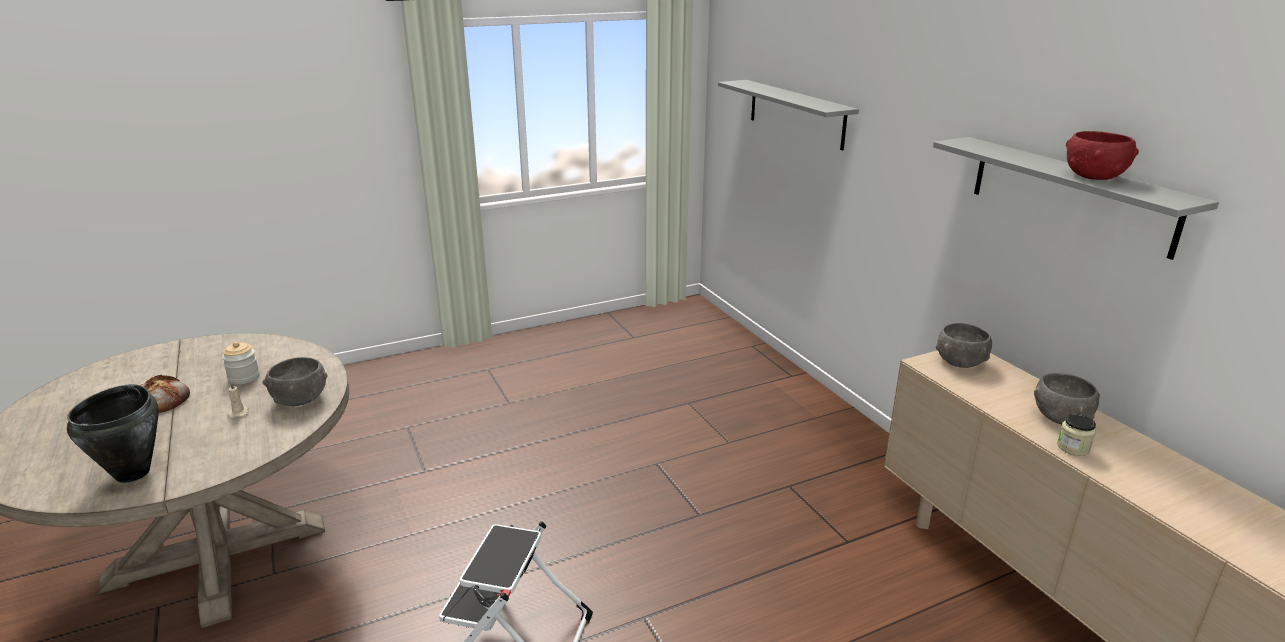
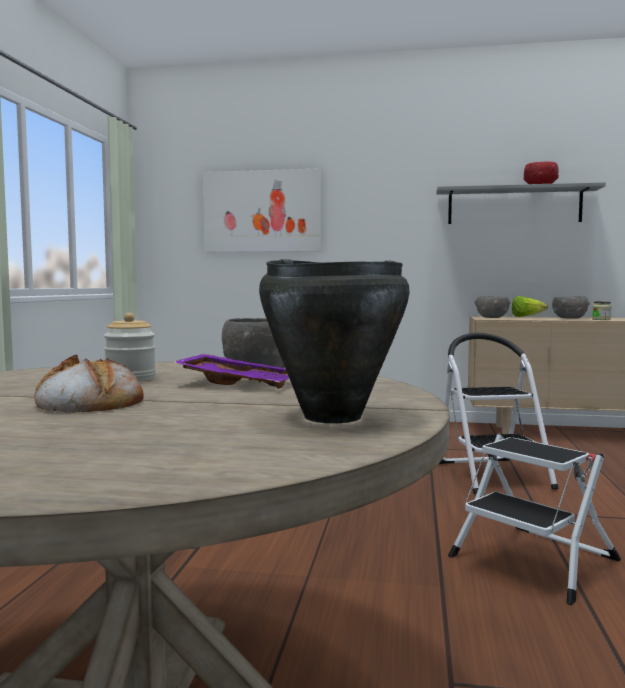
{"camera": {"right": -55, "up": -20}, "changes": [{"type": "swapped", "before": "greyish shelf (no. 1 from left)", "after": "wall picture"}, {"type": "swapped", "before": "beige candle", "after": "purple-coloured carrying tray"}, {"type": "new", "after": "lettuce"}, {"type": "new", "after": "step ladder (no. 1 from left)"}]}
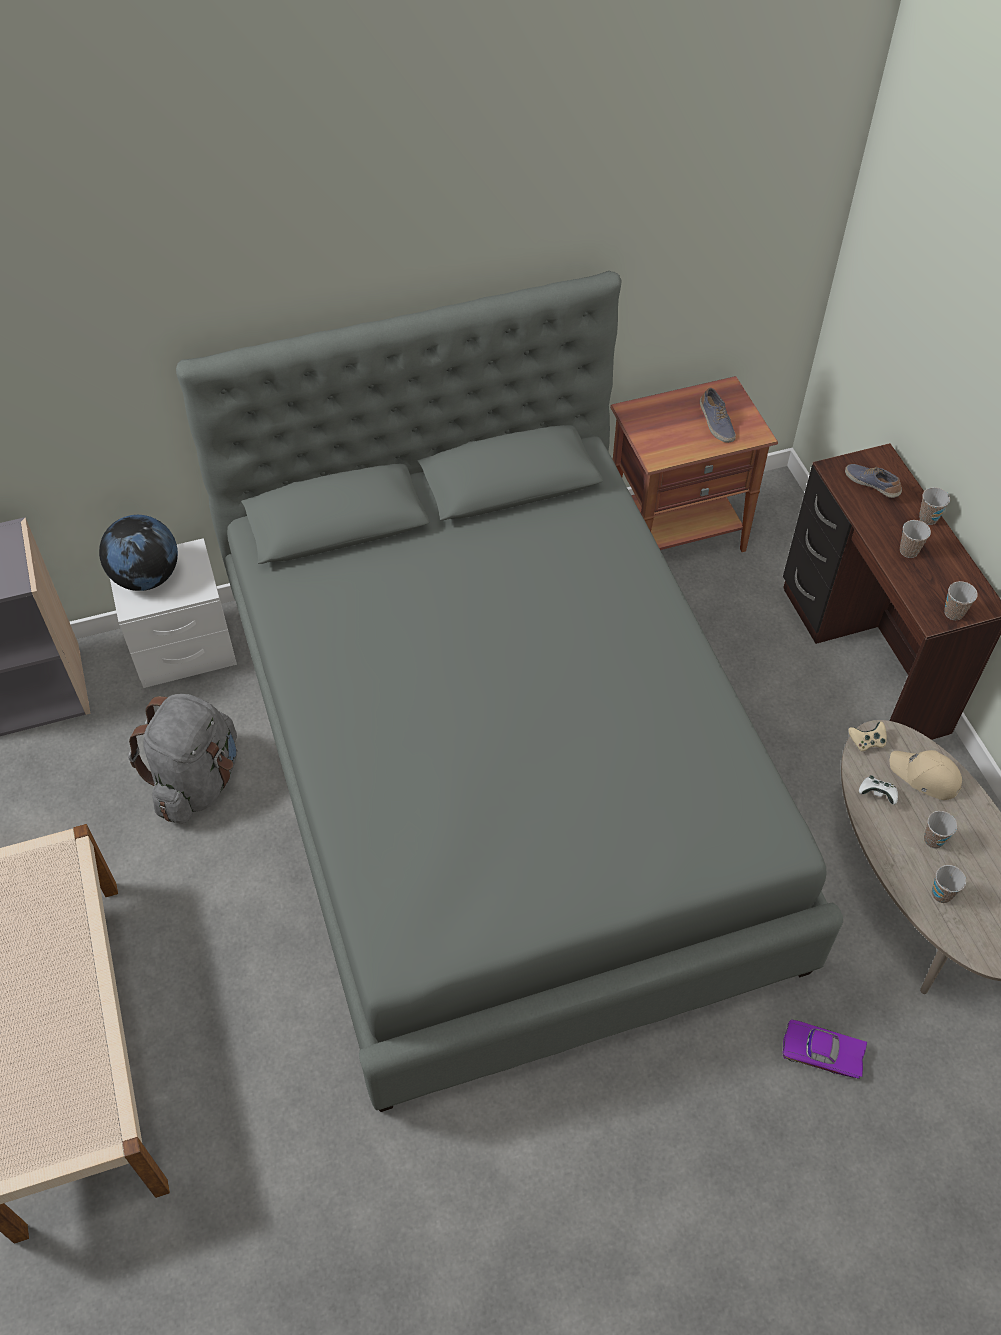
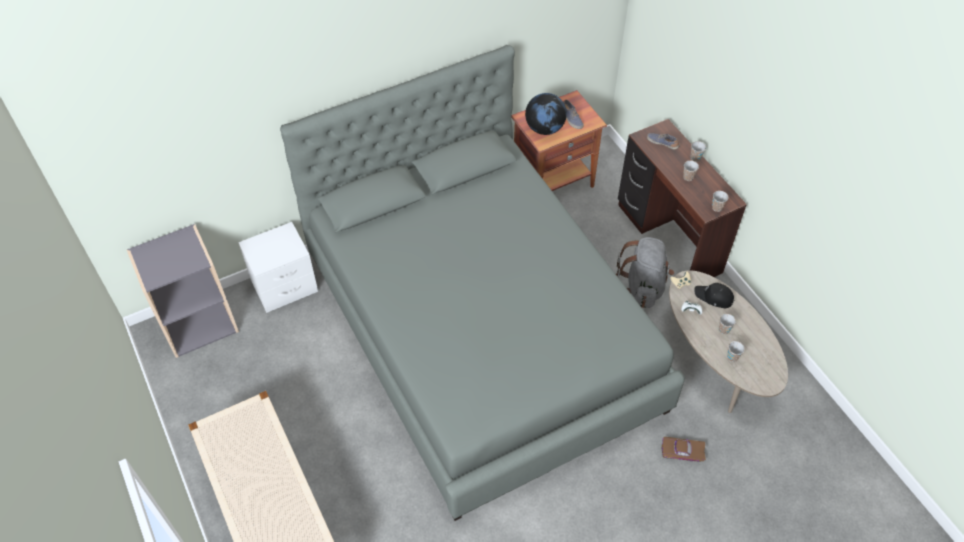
{"camera": {"right": -10, "up": 0}, "changes": [{"type": "shifted", "before": "world globe"}, {"type": "shifted", "before": "greyish knapsack"}, {"type": "repainted", "before": "beige cap", "after": "black-coloured cap"}, {"type": "repainted", "before": "purple-coloured model car", "after": "brownish model car"}]}
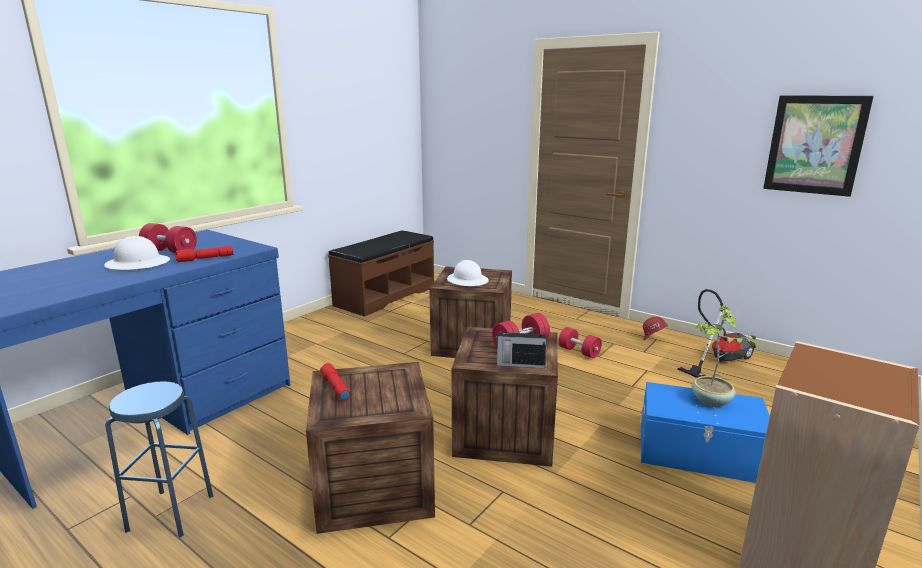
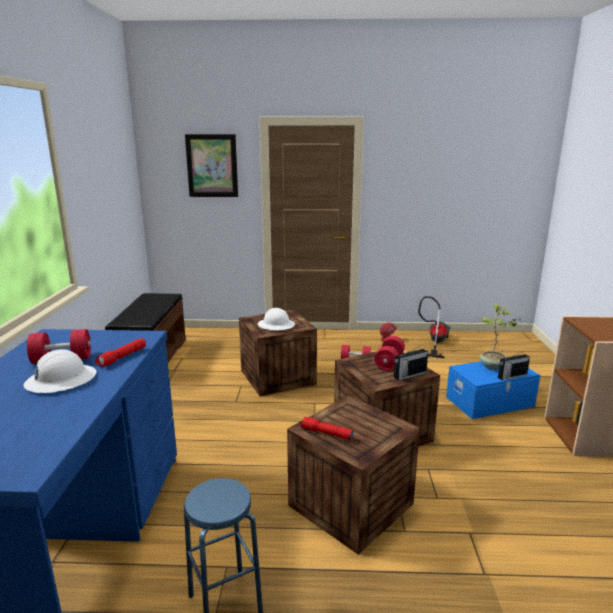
{"camera": {"right": -35, "up": 0}, "changes": [{"type": "shifted", "before": "wall picture"}, {"type": "new", "after": "radio receiver (no. 2 from left)"}]}
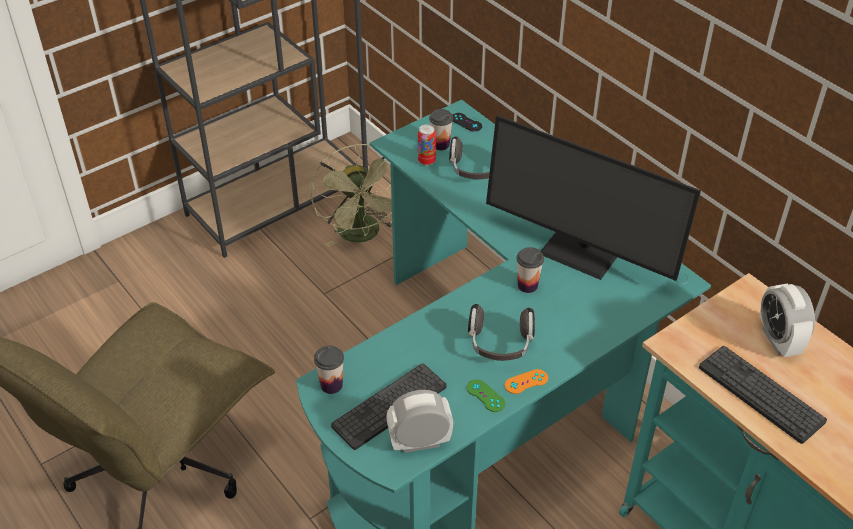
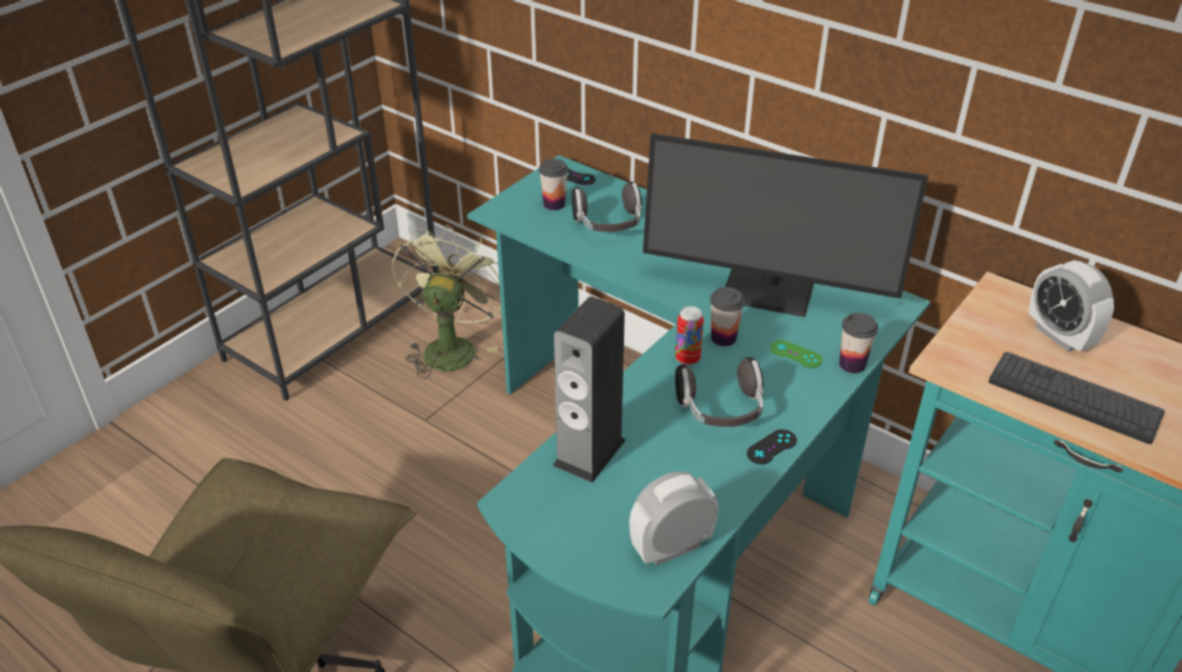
{"camera": {"right": -15, "up": -5}, "changes": [{"type": "shifted", "before": "metal can"}, {"type": "rotated", "before": "green electric fan", "turn": -135}, {"type": "shifted", "before": "cup (no. 1 from left in the first image)", "after": "cup (no. 3 from left)"}, {"type": "gone", "before": "computer keyboard (no. 1 from left)"}, {"type": "repainted", "before": "orange-coloured game controller", "after": "black-coloured game controller (no. 2 from left)"}, {"type": "shifted", "before": "green game controller"}, {"type": "new", "after": "speaker"}]}
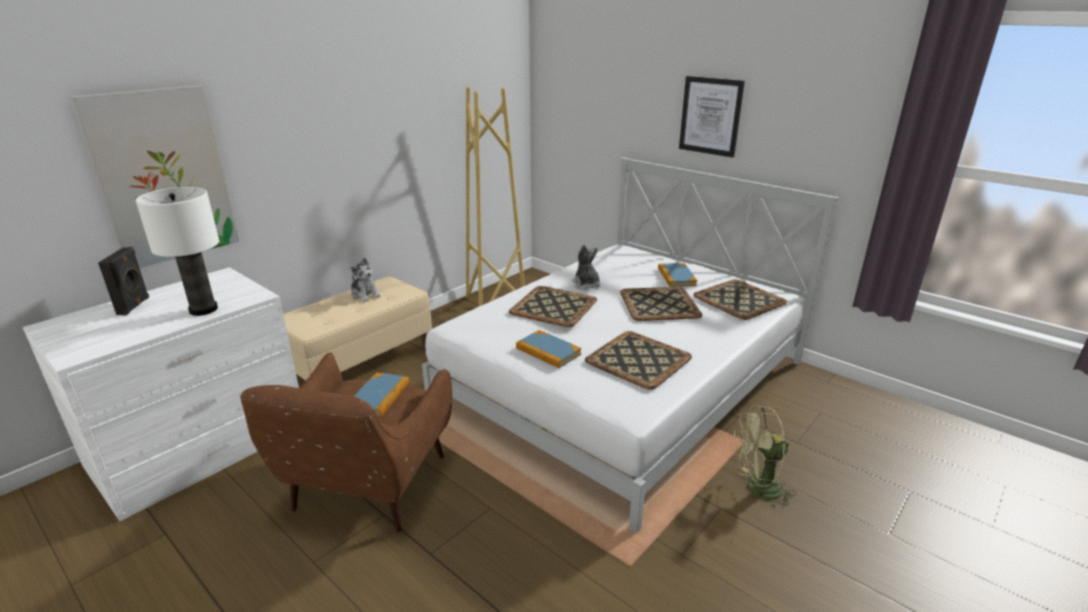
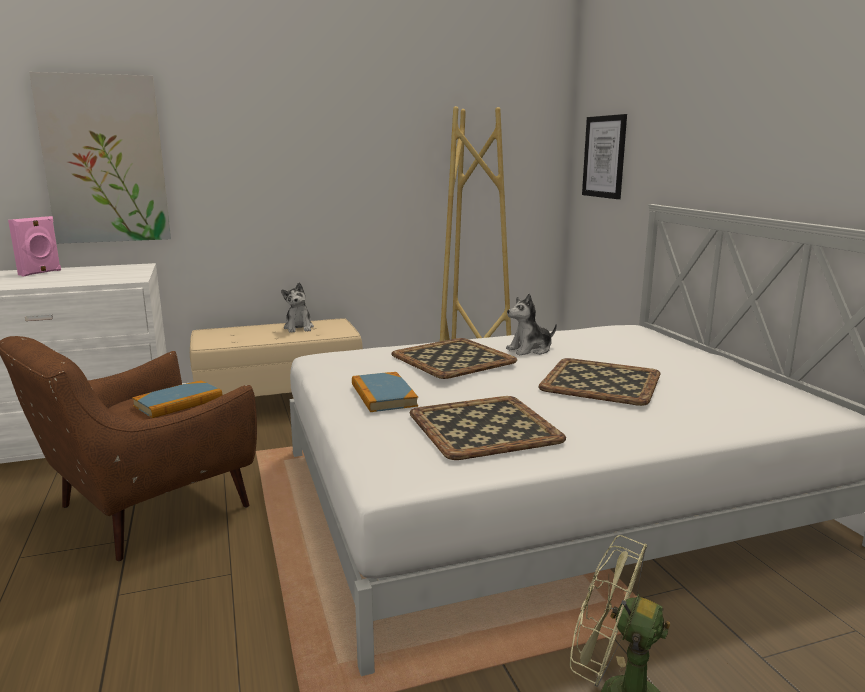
{"camera": {"right": 30, "up": -10}, "changes": [{"type": "shifted", "before": "wall picture (no. 2 from left)"}, {"type": "gone", "before": "white-coloured tabletop lamp"}, {"type": "rotated", "before": "soft toy (no. 2 from left)", "turn": -120}, {"type": "repainted", "before": "black-coloured speaker", "after": "pink speaker"}, {"type": "gone", "before": "book (no. 3 from left)"}, {"type": "gone", "before": "carrying tray (no. 4 from left)"}]}
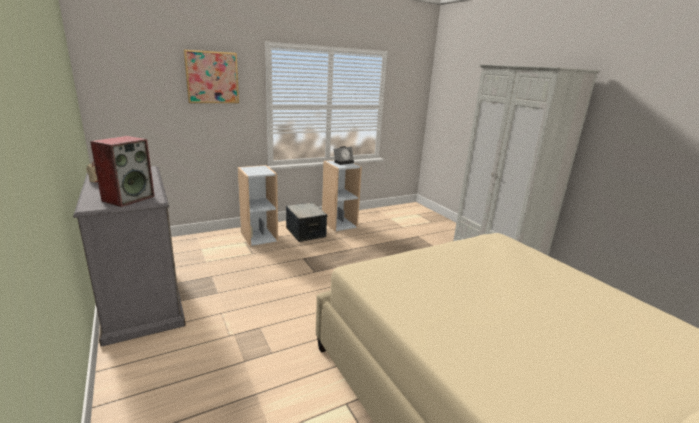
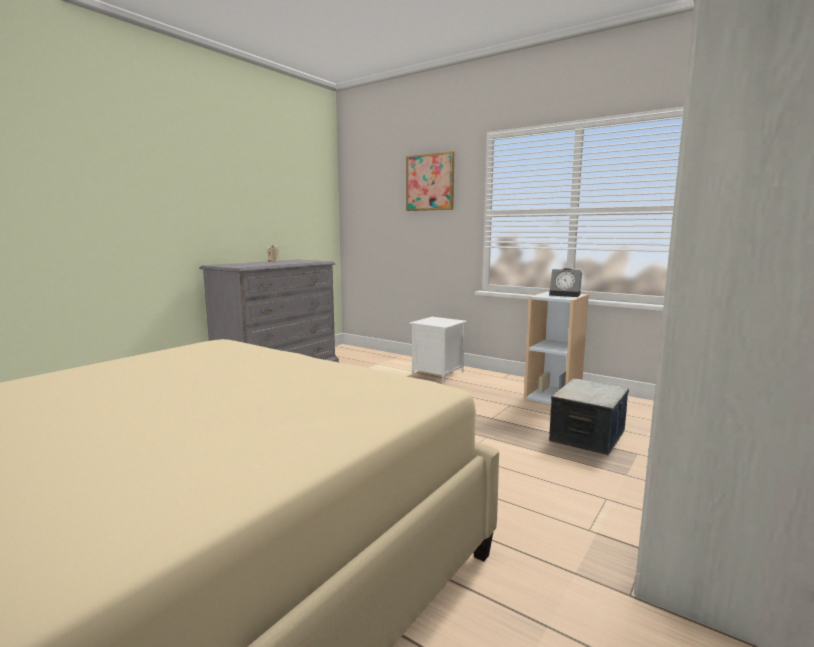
{"camera": {"right": 65, "up": -10}, "changes": [{"type": "gone", "before": "speaker"}, {"type": "swapped", "before": "bookcase (no. 1 from left)", "after": "white-coloured bedside table"}, {"type": "shifted", "before": "storage box"}]}
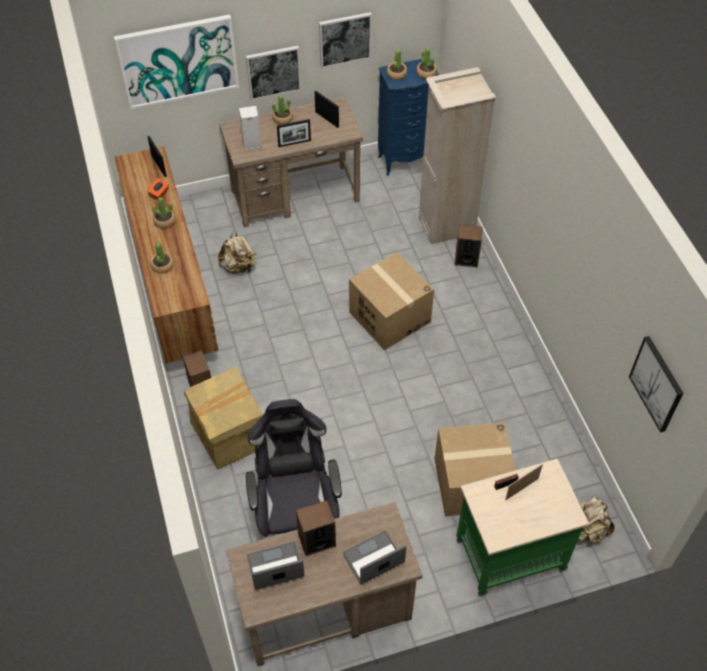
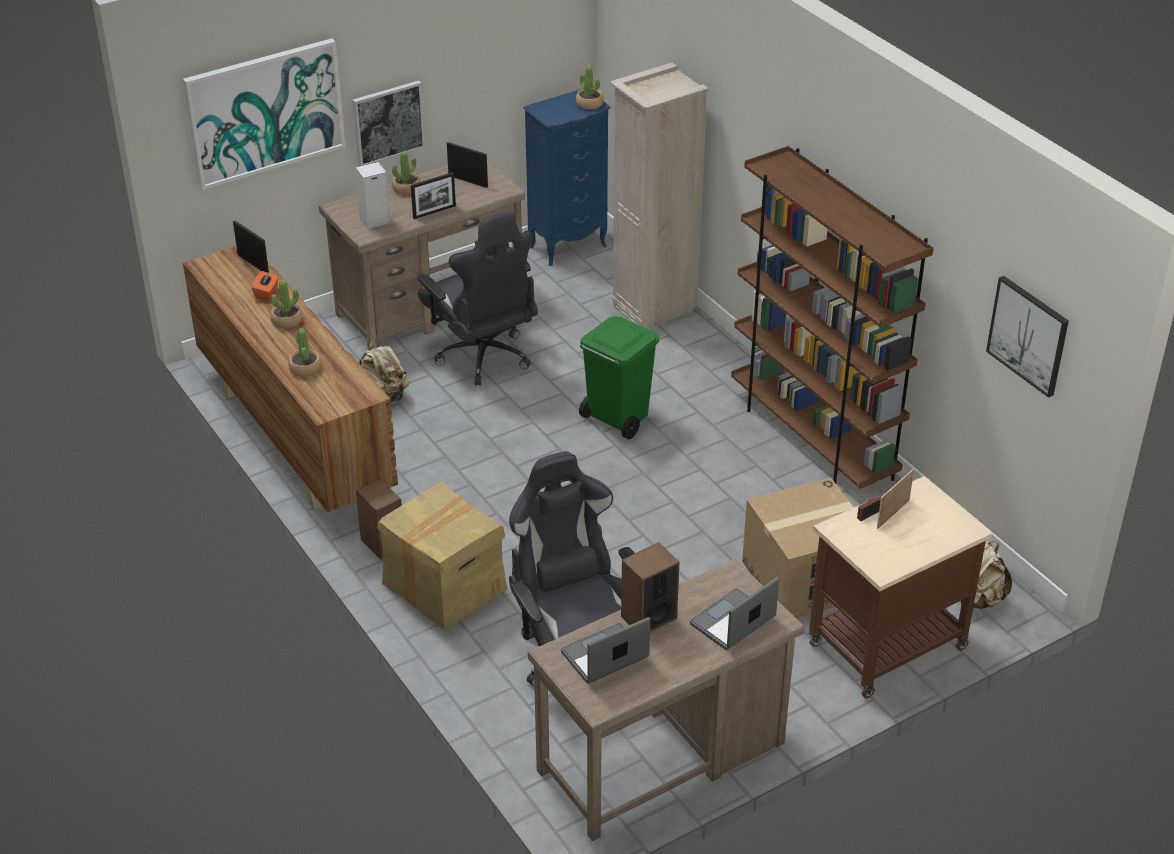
{"camera": {"right": -15, "up": -15}, "changes": [{"type": "gone", "before": "wall picture (no. 3 from left)"}, {"type": "gone", "before": "potted plant (no. 4 from left)"}, {"type": "gone", "before": "speaker (no. 4 from left)"}, {"type": "swapped", "before": "carton (no. 2 from left)", "after": "green waste bin"}, {"type": "repainted", "before": "green cart", "after": "brownish cart"}, {"type": "new", "after": "brownish bookcase"}, {"type": "new", "after": "black-coloured desk chair (no. 1 from left)"}]}
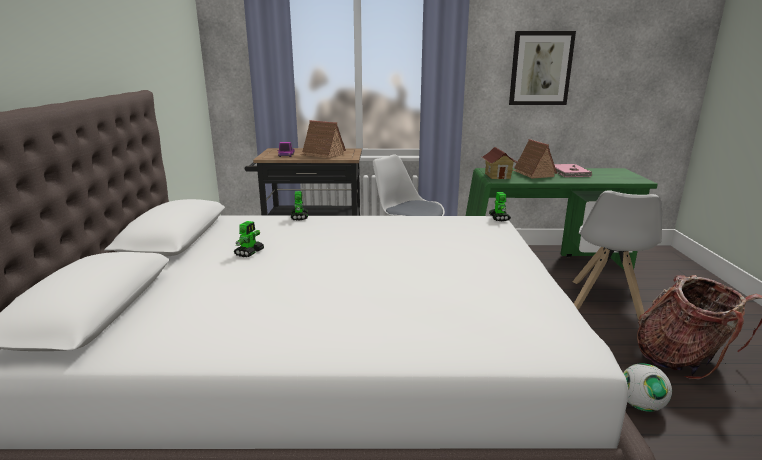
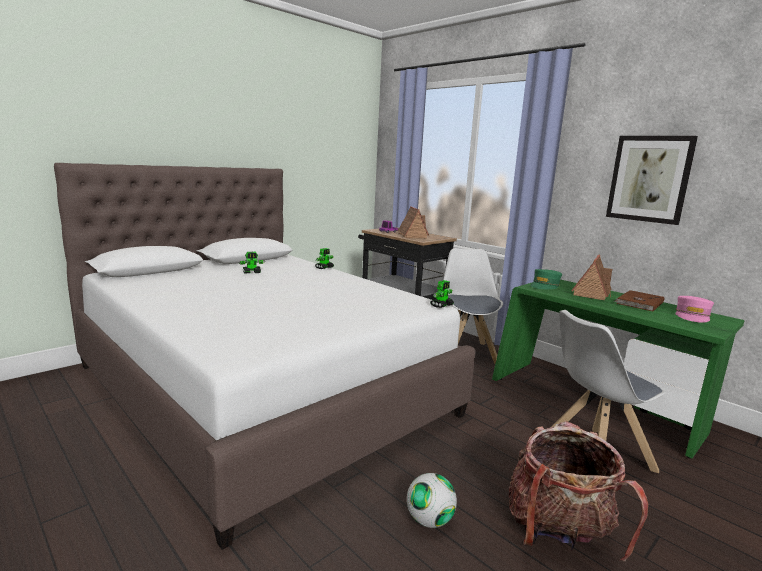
{"camera": {"right": 45, "up": -5}, "changes": [{"type": "swapped", "before": "miniature house (no. 2 from left)", "after": "green cap"}, {"type": "repainted", "before": "pink book", "after": "brownish book"}, {"type": "new", "after": "pink cap"}]}
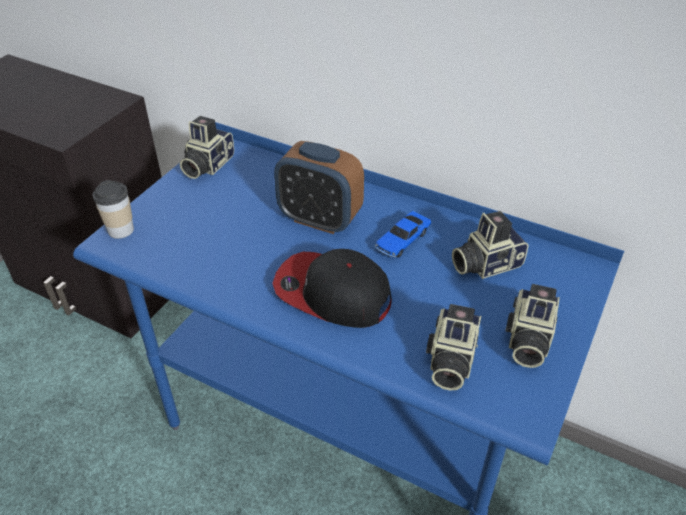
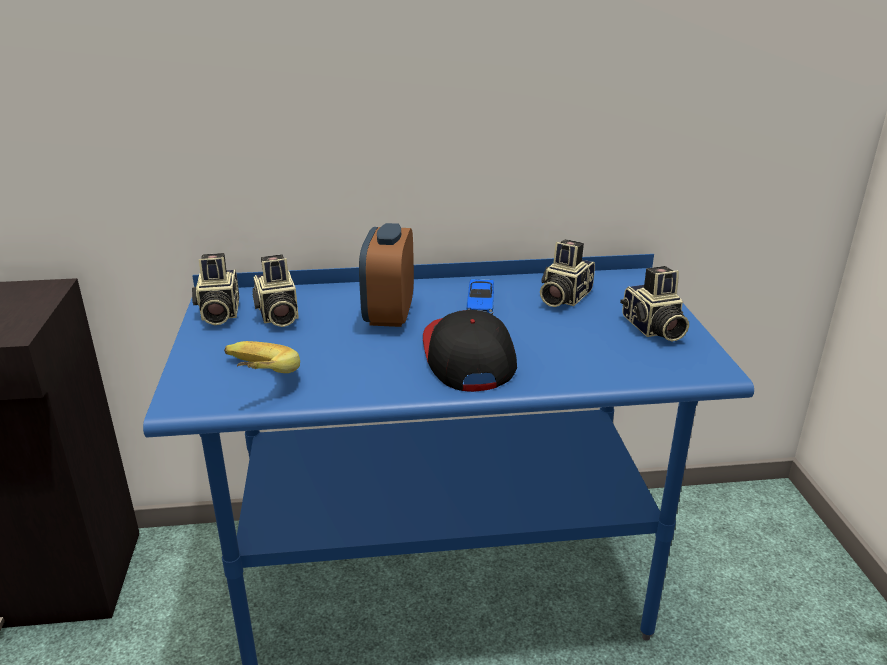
{"camera": {"right": -35, "up": -15}, "changes": [{"type": "rotated", "before": "bedside clock", "turn": 105}, {"type": "gone", "before": "cup"}, {"type": "rotated", "before": "cap", "turn": 90}, {"type": "shifted", "before": "photo camera (no. 2 from left)"}, {"type": "new", "after": "whole banana"}]}
